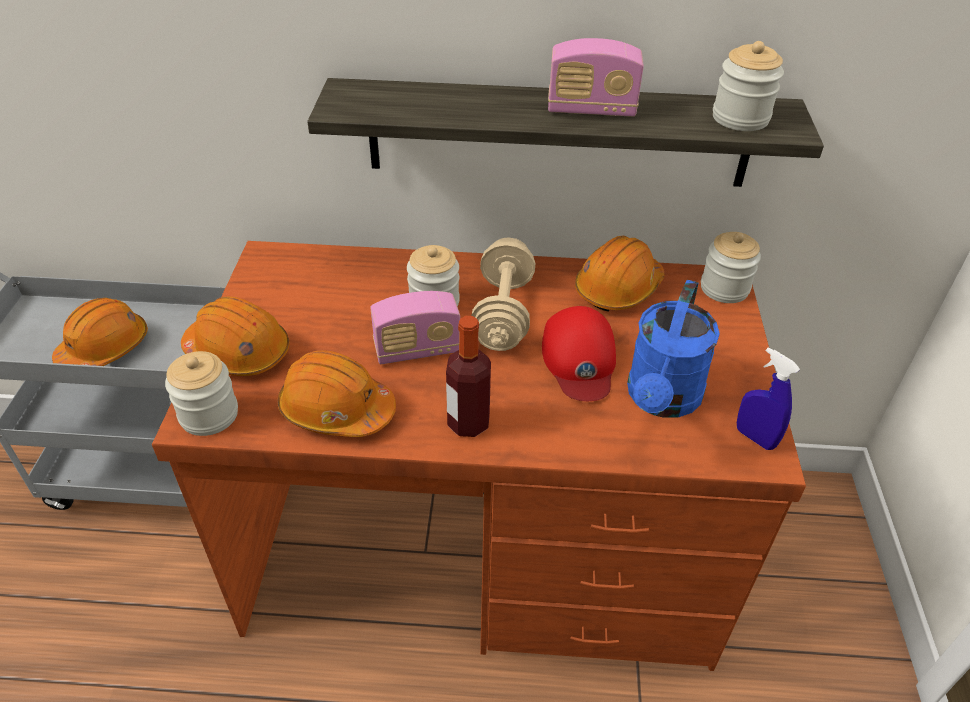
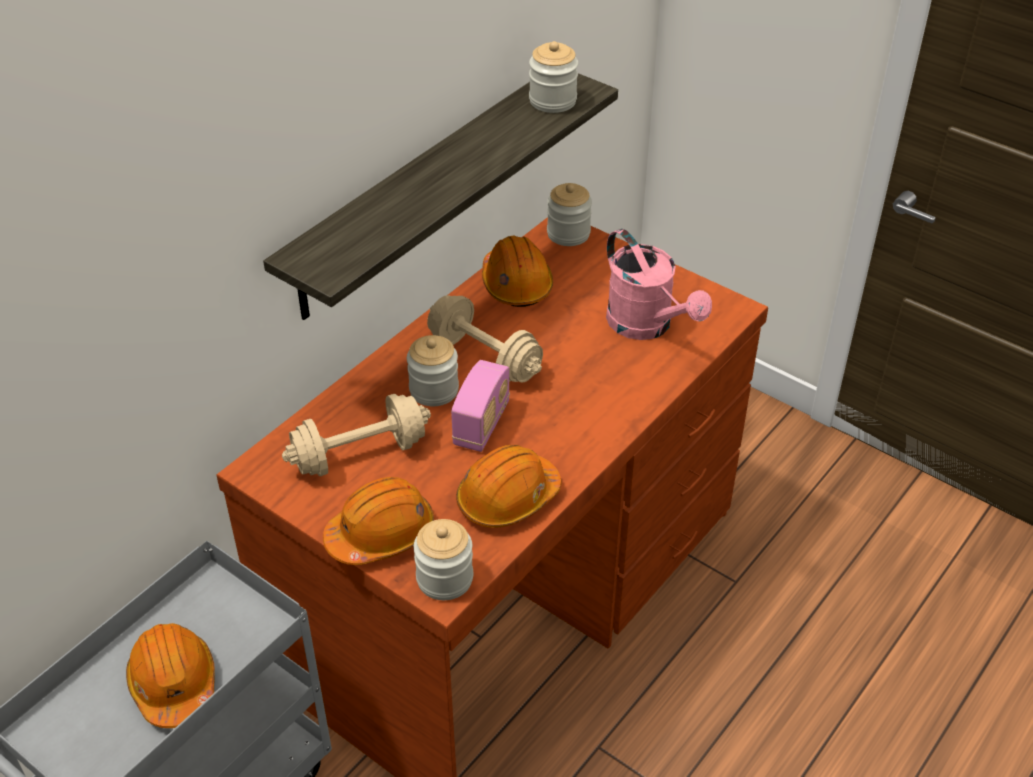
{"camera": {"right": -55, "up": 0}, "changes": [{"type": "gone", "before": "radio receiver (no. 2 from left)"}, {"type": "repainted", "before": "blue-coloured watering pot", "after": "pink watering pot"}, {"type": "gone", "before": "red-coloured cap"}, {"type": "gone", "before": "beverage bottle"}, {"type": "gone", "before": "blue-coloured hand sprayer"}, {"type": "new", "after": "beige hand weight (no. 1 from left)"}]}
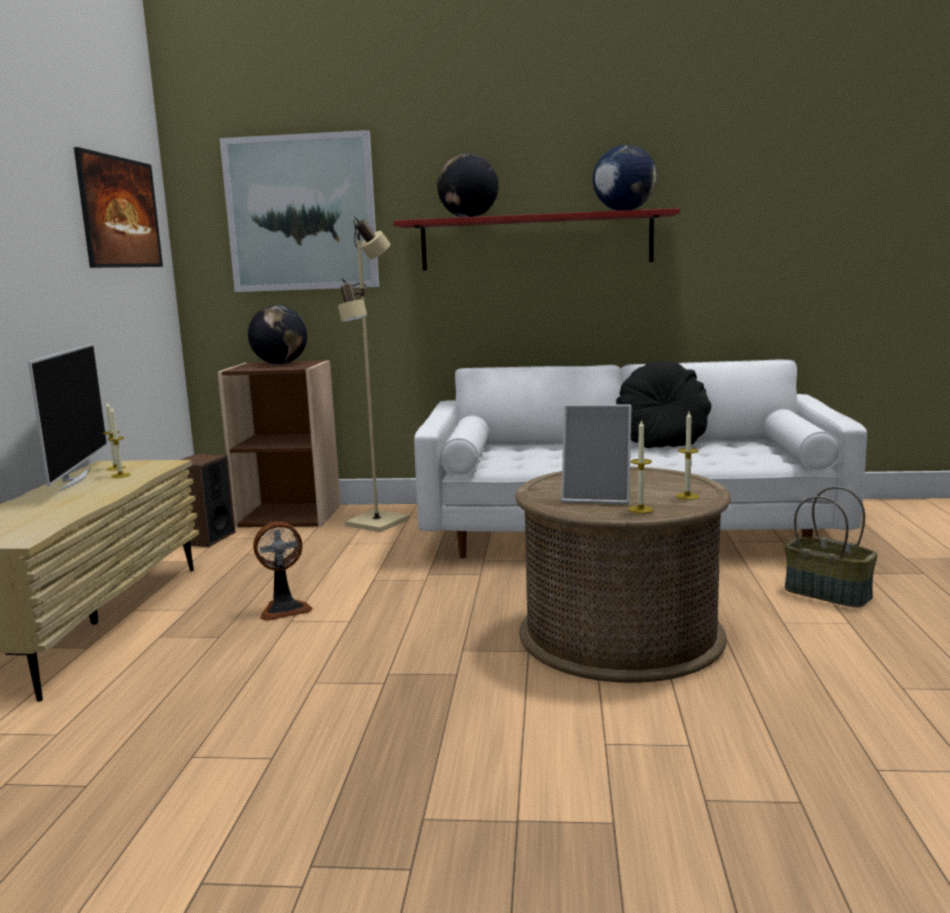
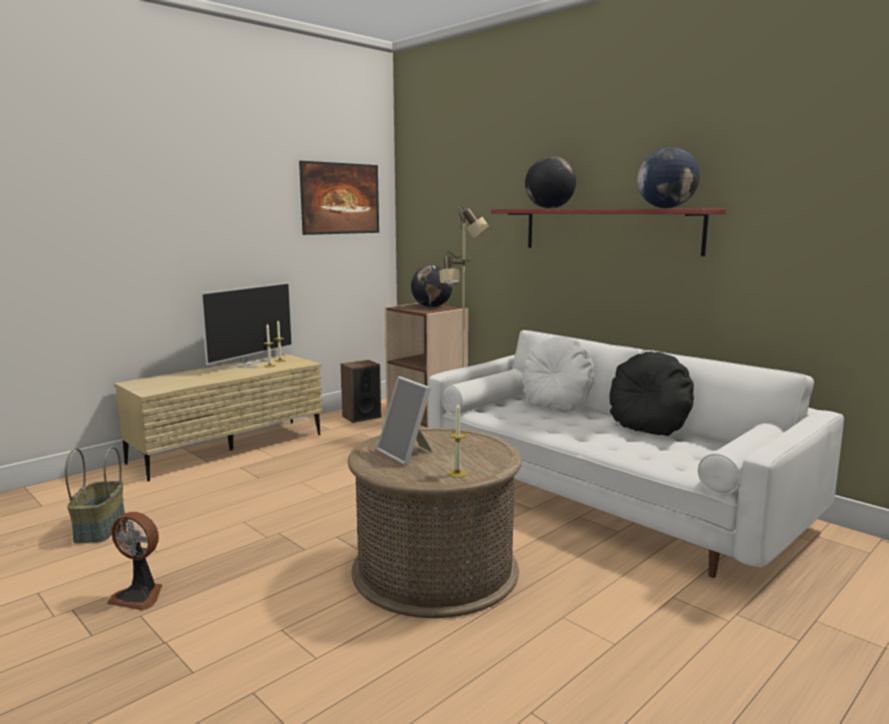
{"camera": {"right": 40, "up": 0}, "changes": [{"type": "gone", "before": "wall picture (no. 2 from left)"}, {"type": "gone", "before": "candle (no. 3 from left)"}, {"type": "shifted", "before": "storage basket"}, {"type": "shifted", "before": "electric fan"}, {"type": "new", "after": "white-coloured throw pillow"}]}
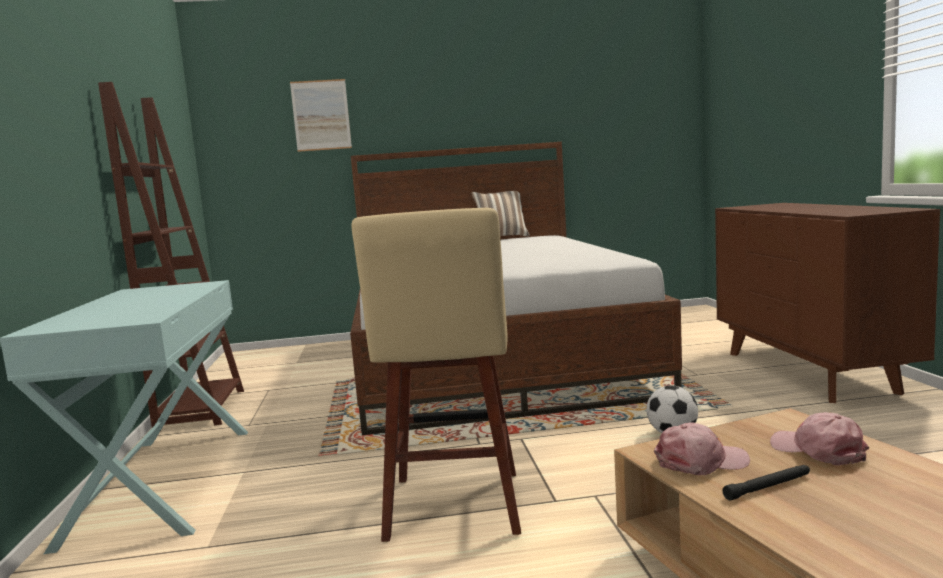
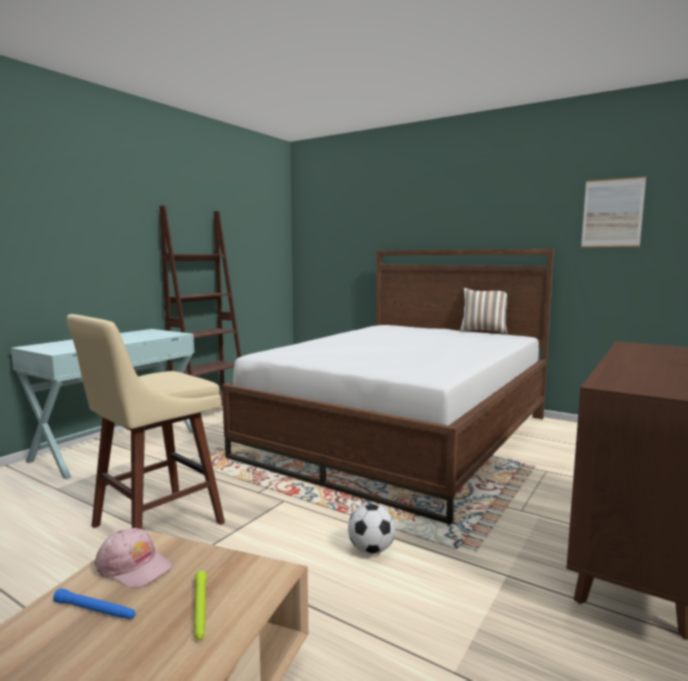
{"camera": {"right": 40, "up": 0}, "changes": [{"type": "shifted", "before": "wall picture"}, {"type": "swapped", "before": "pink cap (no. 2 from left)", "after": "green flashlight"}, {"type": "repainted", "before": "black-coloured flashlight", "after": "blue-coloured flashlight"}]}
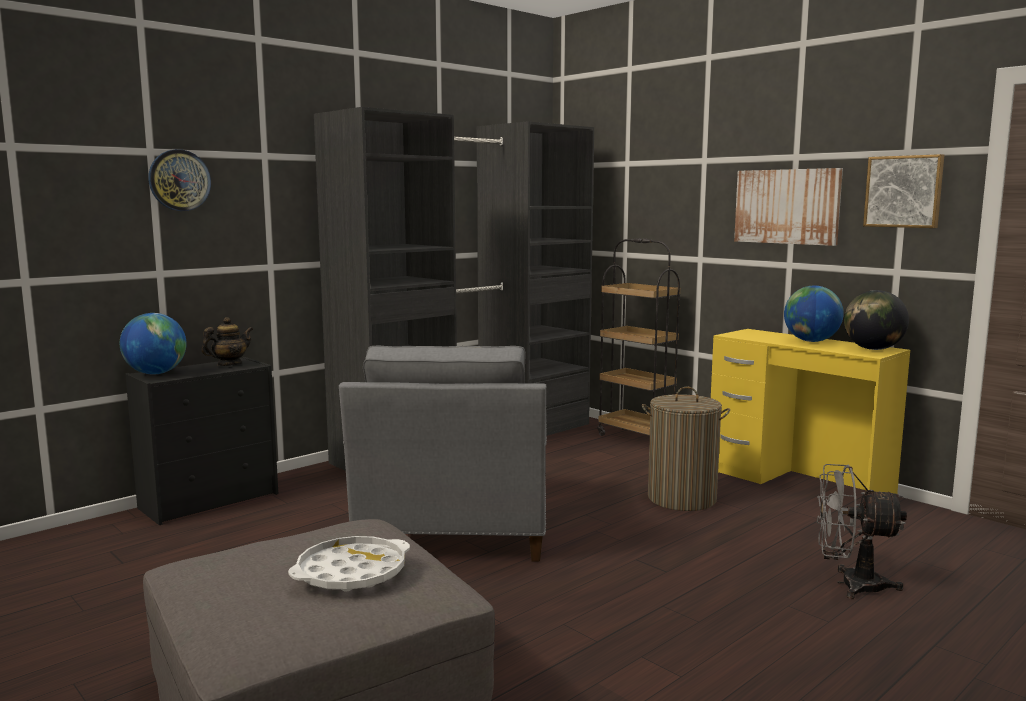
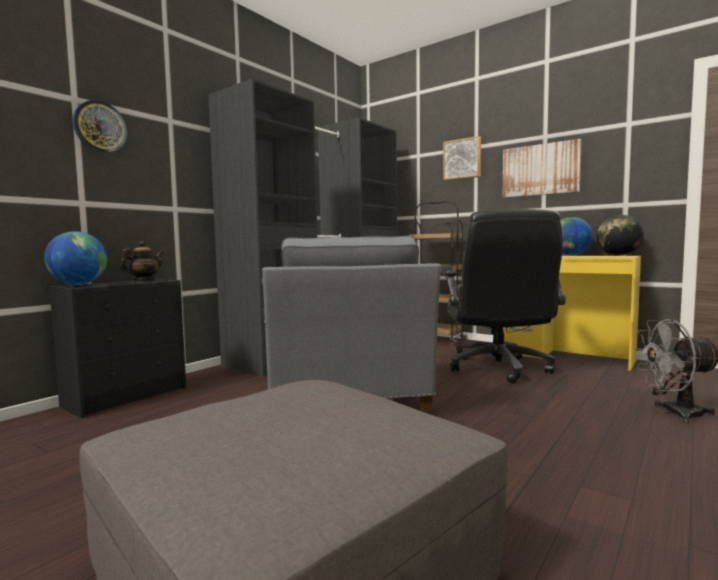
{"camera": {"right": -10, "up": -5}, "changes": [{"type": "shifted", "before": "wall picture (no. 2 from left in the first image)", "after": "wall picture (no. 1 from left)"}, {"type": "swapped", "before": "laundry basket", "after": "black-coloured desk chair"}, {"type": "gone", "before": "white-coloured carrying tray"}]}
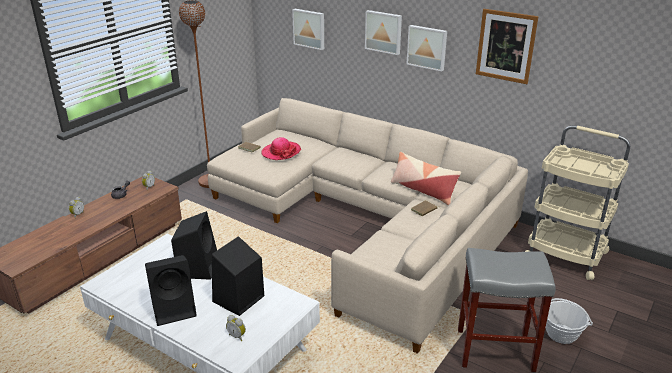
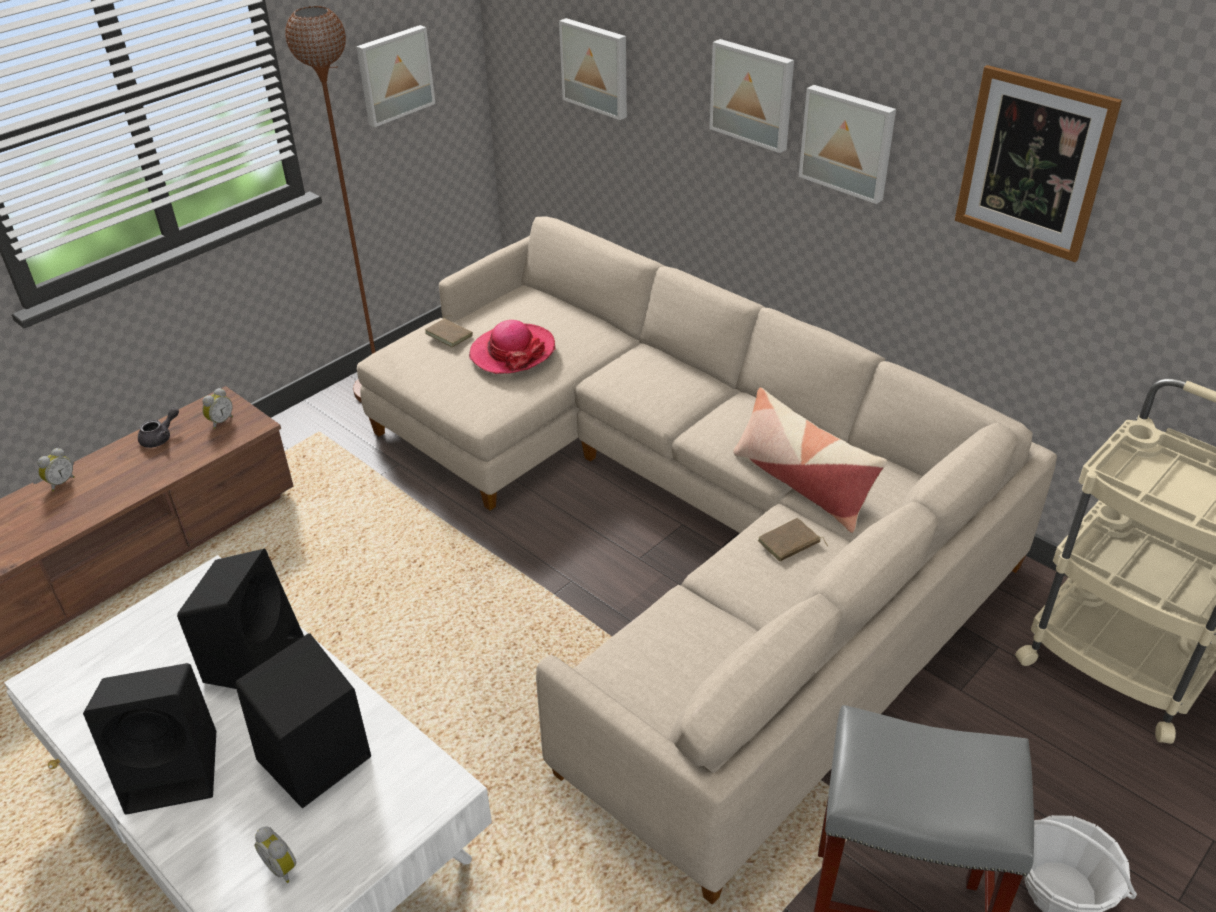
{"camera": {"right": 10, "up": 10}, "changes": [{"type": "new", "after": "wall picture (no. 1 from left)"}]}
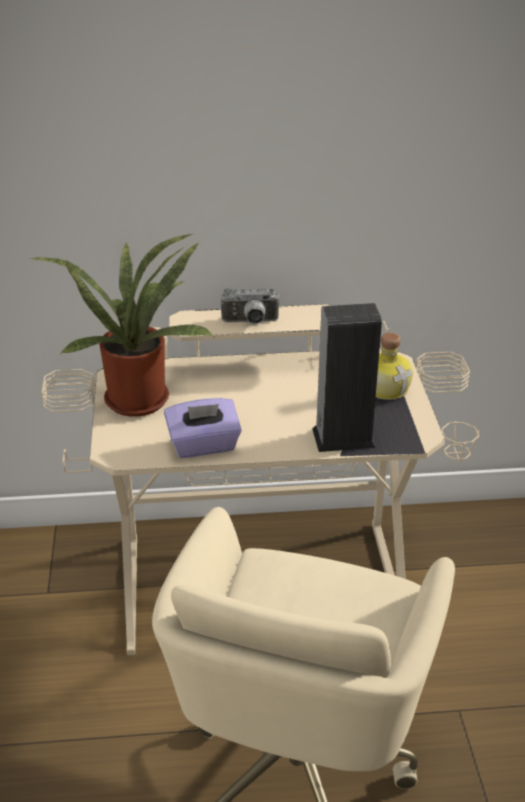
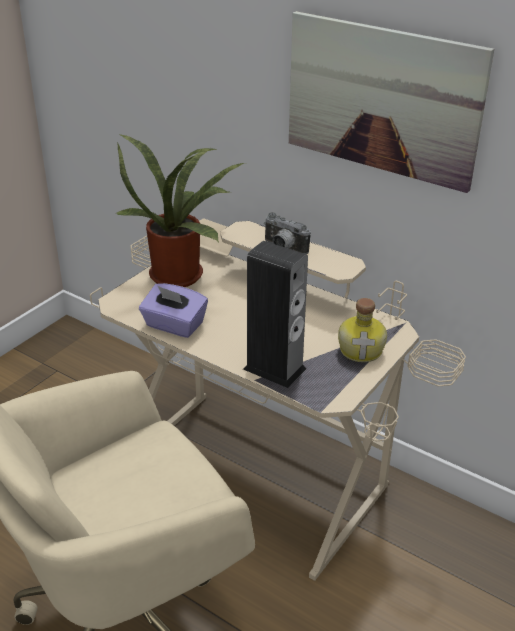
{"camera": {"right": 40, "up": 0}, "changes": [{"type": "new", "after": "wall picture"}]}
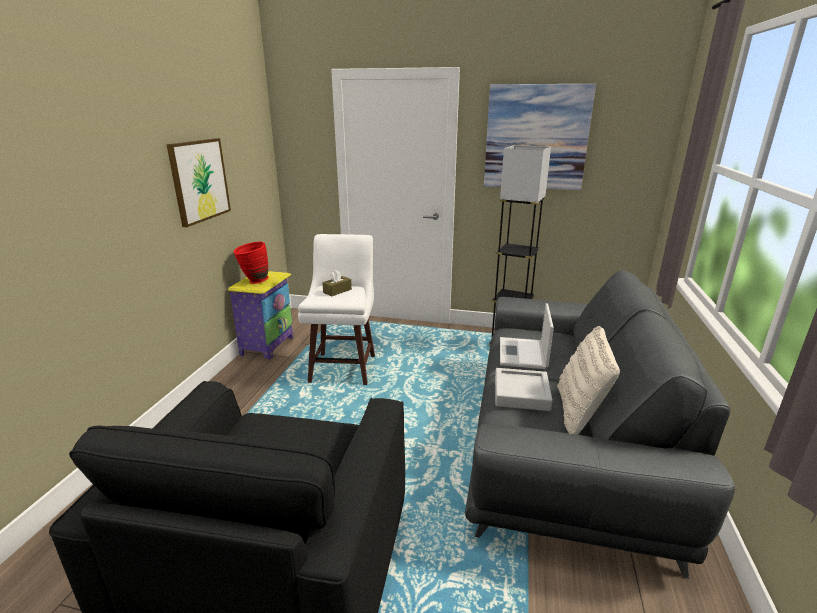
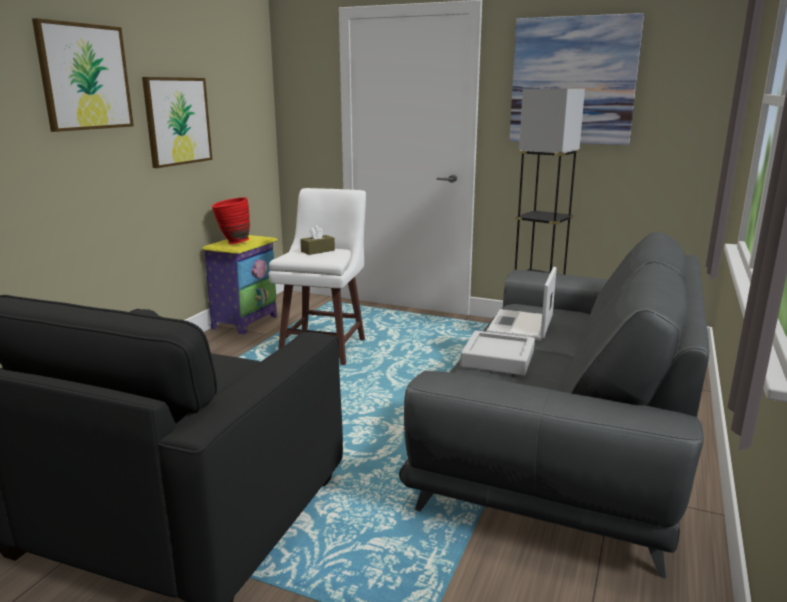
{"camera": {"right": 10, "up": -5}, "changes": [{"type": "gone", "before": "beige throw pillow"}, {"type": "new", "after": "wall picture (no. 1 from left)"}]}
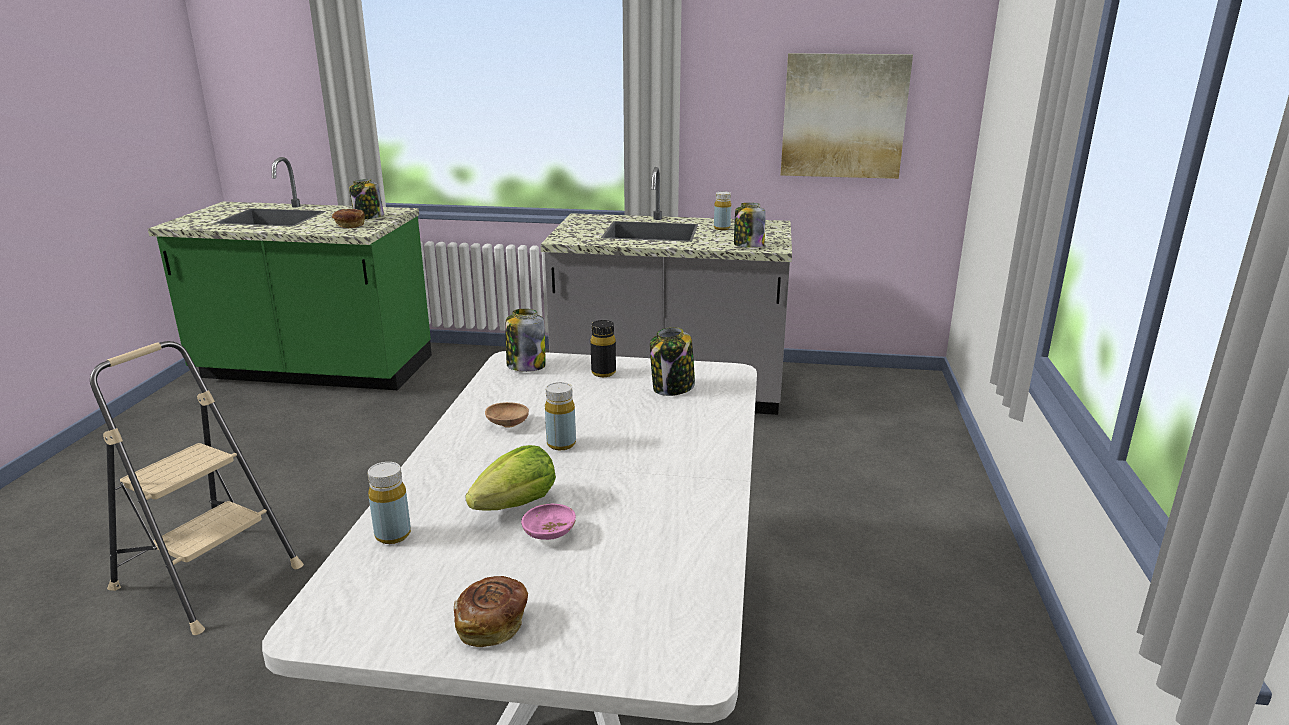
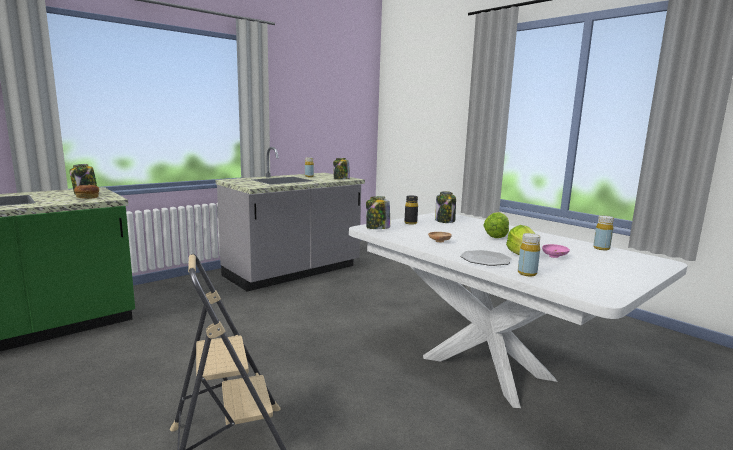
{"camera": {"right": -50, "up": -10}, "changes": [{"type": "gone", "before": "wall picture"}, {"type": "shifted", "before": "yellow beverage bottle (no. 2 from left in the first image)", "after": "yellow beverage bottle (no. 3 from left)"}, {"type": "gone", "before": "baked bread (no. 2 from left)"}, {"type": "new", "after": "lettuce (no. 1 from left)"}, {"type": "new", "after": "dinner plate"}]}
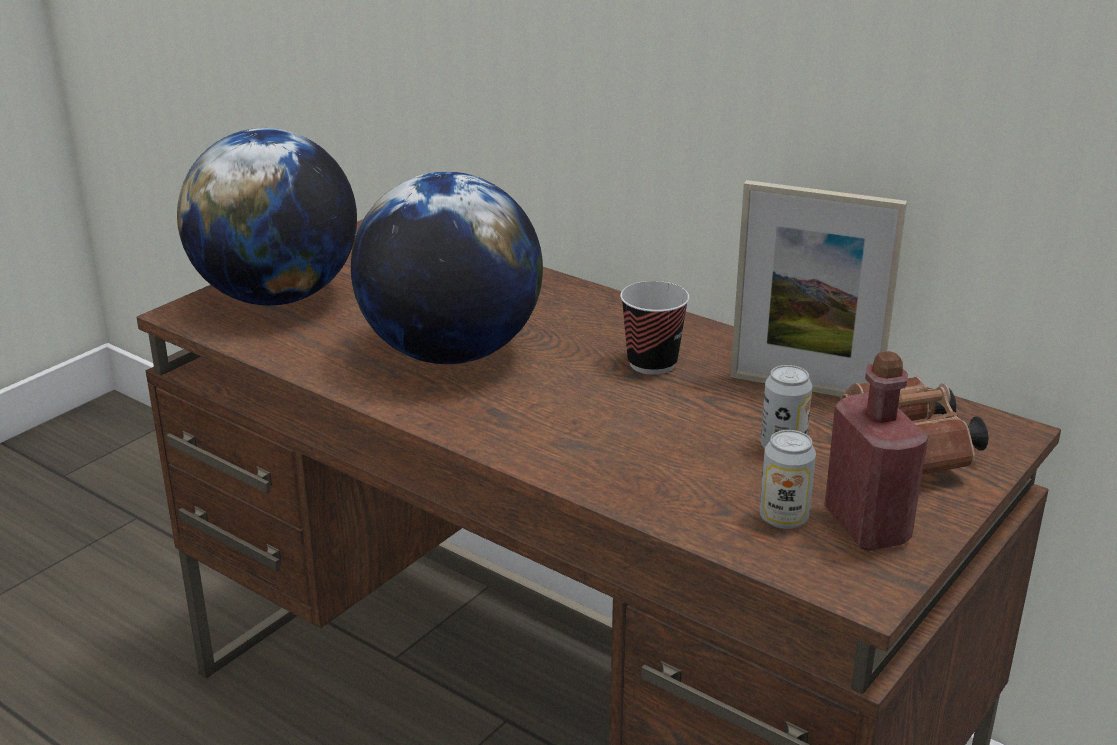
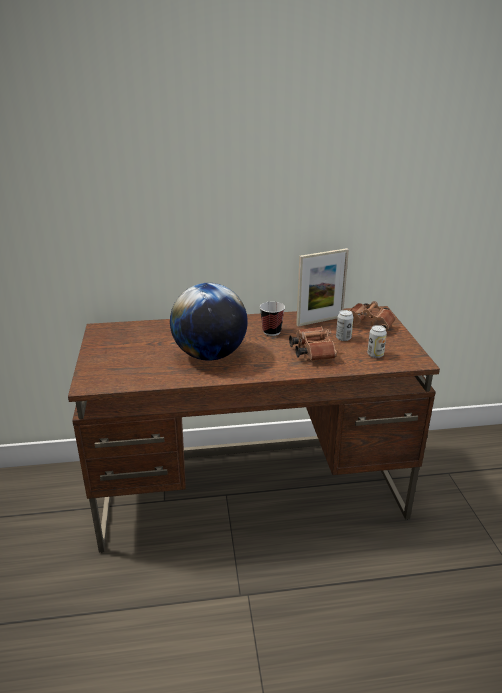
{"camera": {"right": -45, "up": 0}, "changes": [{"type": "gone", "before": "world globe (no. 1 from left)"}, {"type": "gone", "before": "red-coloured beverage bottle"}, {"type": "new", "after": "brownish field glasses (no. 1 from left)"}]}
